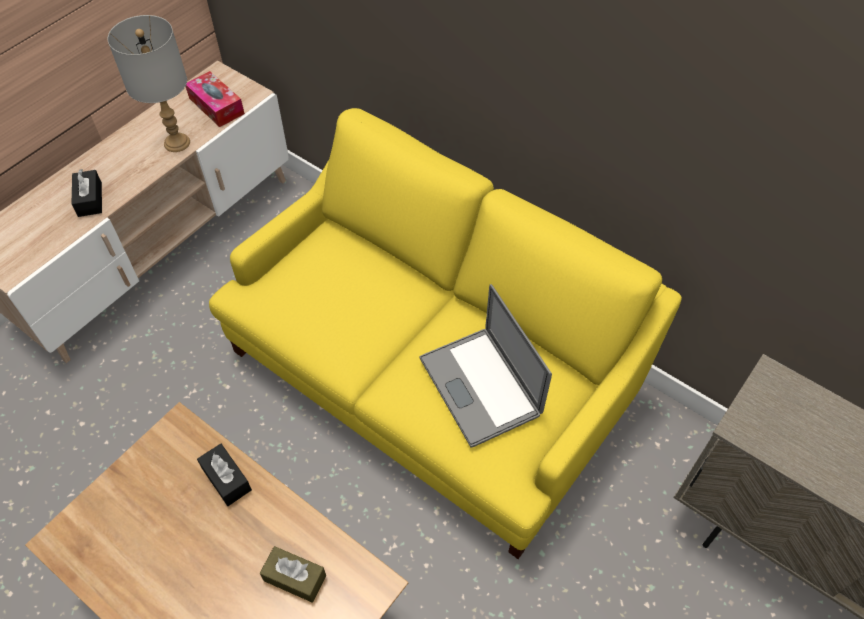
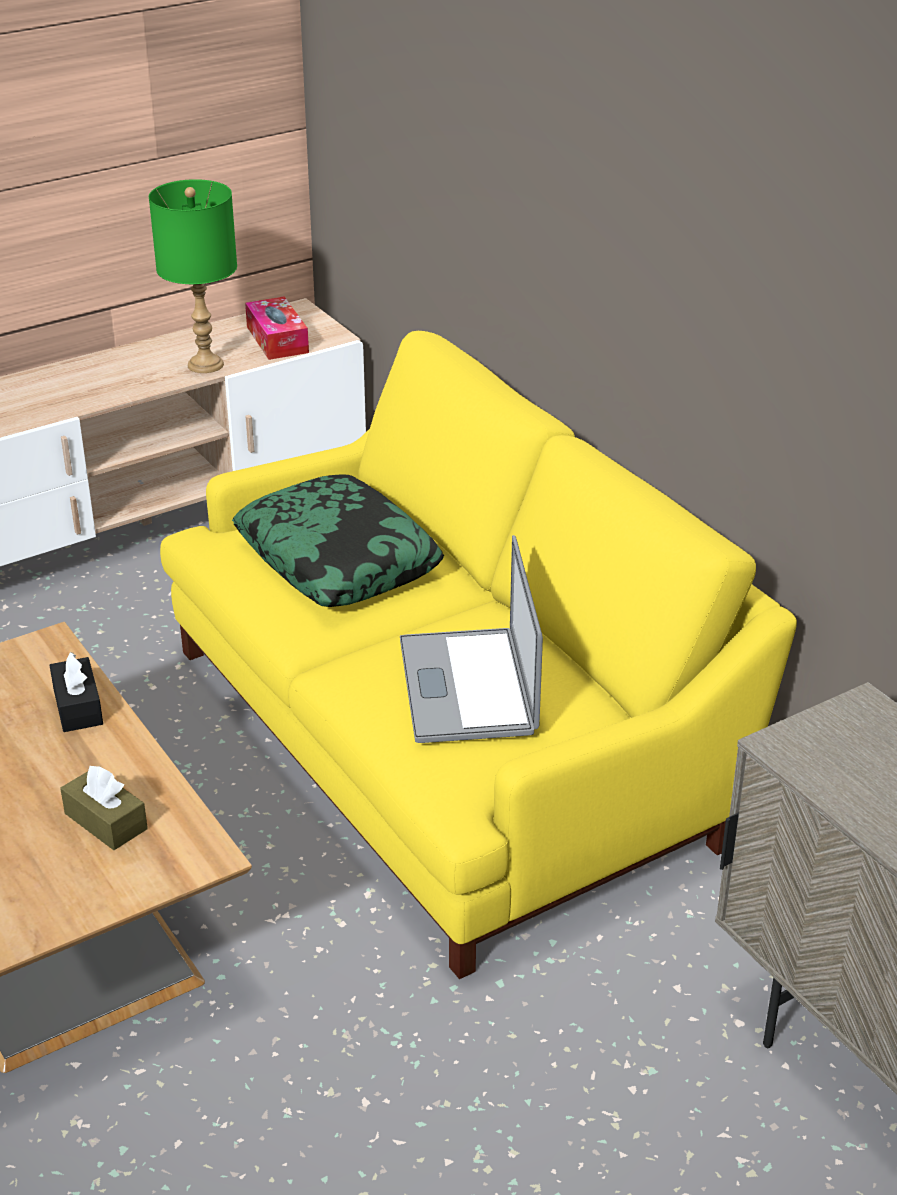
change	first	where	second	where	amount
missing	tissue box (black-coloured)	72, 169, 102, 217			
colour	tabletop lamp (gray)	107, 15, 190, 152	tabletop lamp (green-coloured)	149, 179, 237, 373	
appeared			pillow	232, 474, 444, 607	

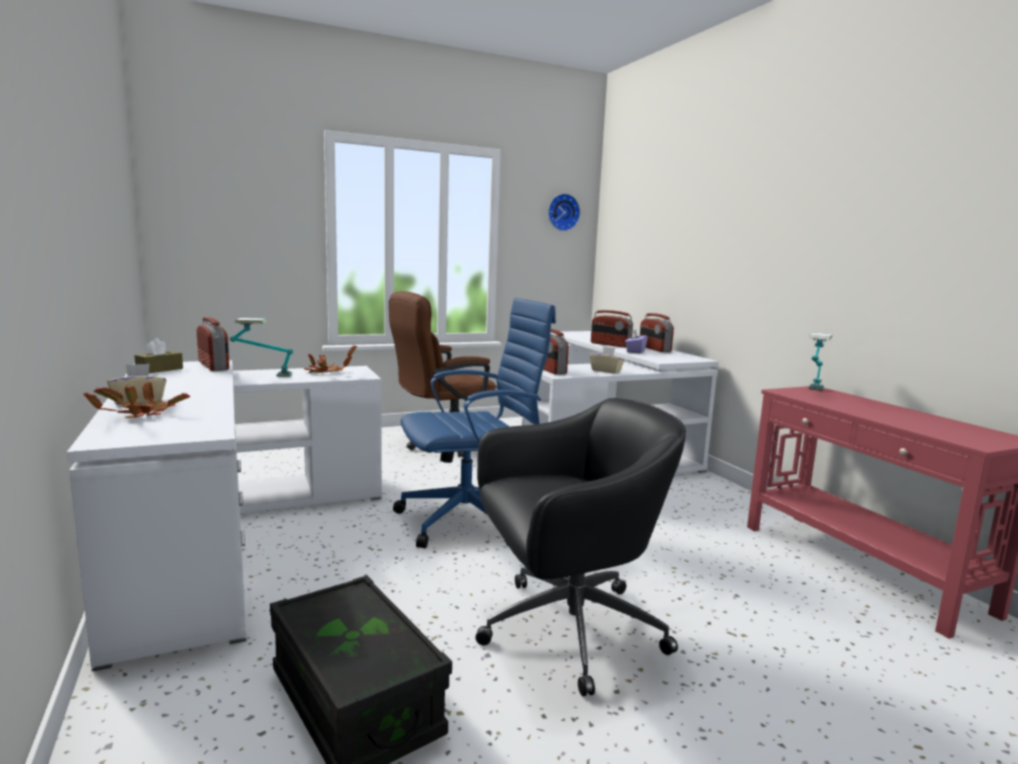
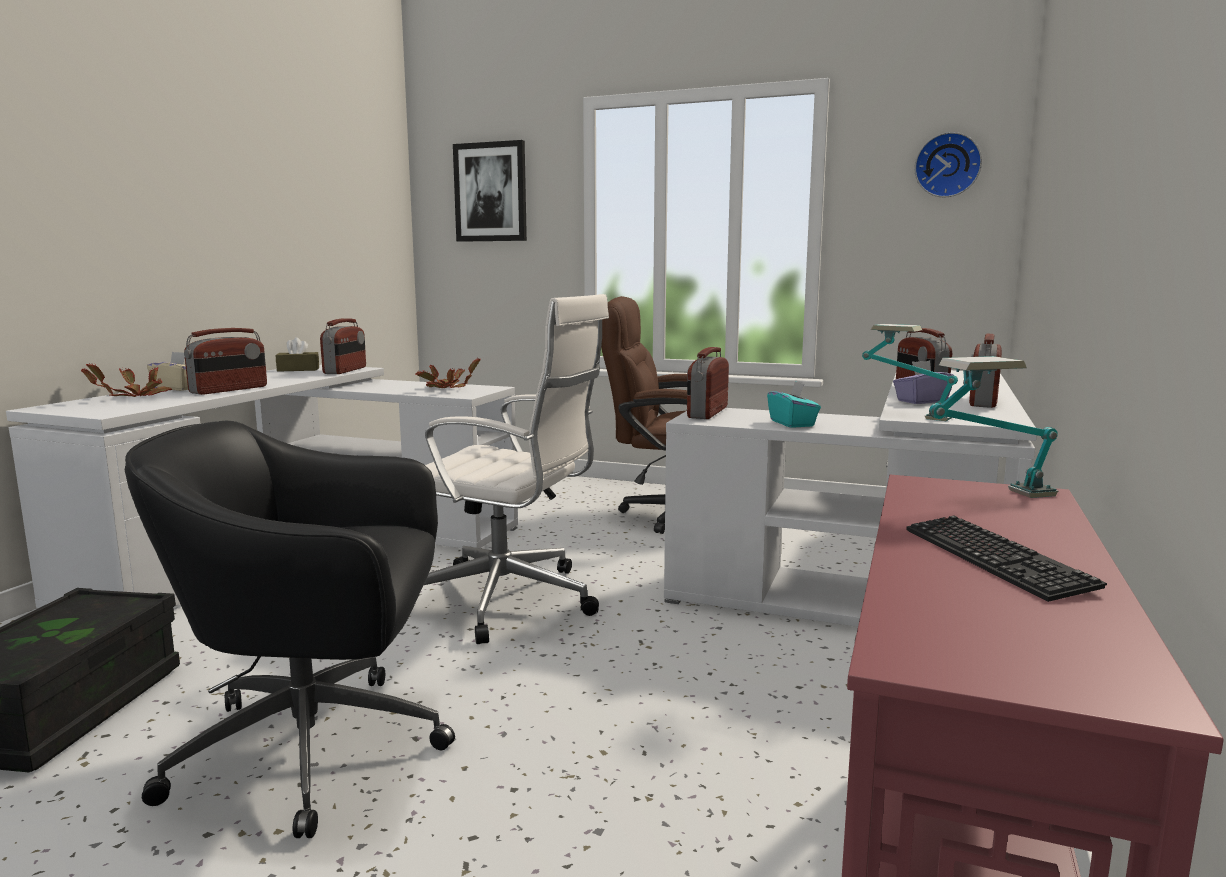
change	first	where	second	where	amount
relocated	tabletop lamp	230, 318, 293, 377		862, 324, 958, 421	
colour	office chair (blue-coloured)	393, 298, 556, 548	office chair (white)	424, 294, 609, 644	
spun	office chair (black-coloured)	475, 398, 686, 696		125, 421, 455, 838	150 degrees clockwise
colour	tissue box (beige)	590, 346, 625, 373	tissue box (turquoise-coloured)	767, 381, 821, 428	
appeared			radio set	184, 328, 267, 395	
appeared			wall picture	453, 140, 527, 242	
appeared			PC keyboard	906, 516, 1107, 602	

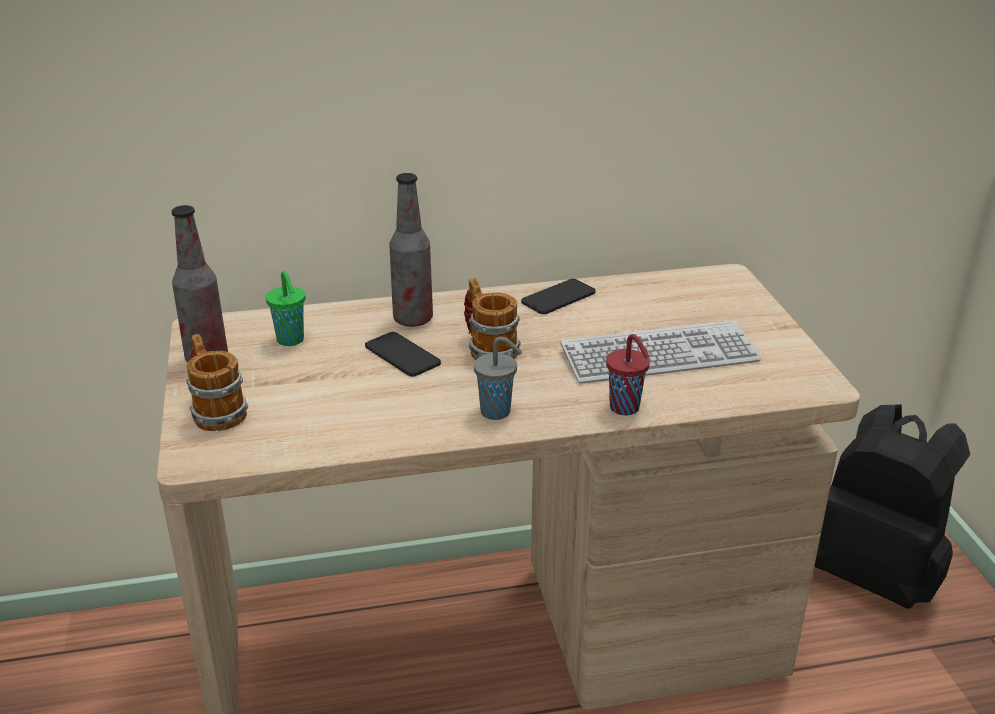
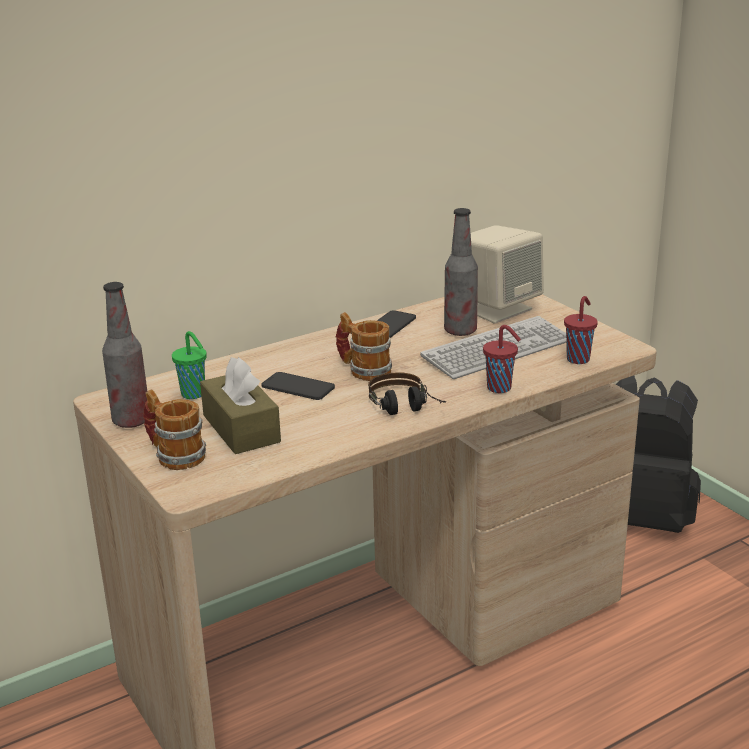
change	first	where	second	where	amount
relocated	beverage bottle	389, 173, 433, 327		444, 208, 478, 336	
exchanged	cup (gray)	474, 337, 522, 420	headphones	368, 372, 446, 415	
appeared			tissue box (brown-coloured)	200, 357, 281, 454	
appeared			loudspeaker (beige)	471, 225, 544, 324	
appeared			cup (red-coloured)	564, 296, 598, 364	

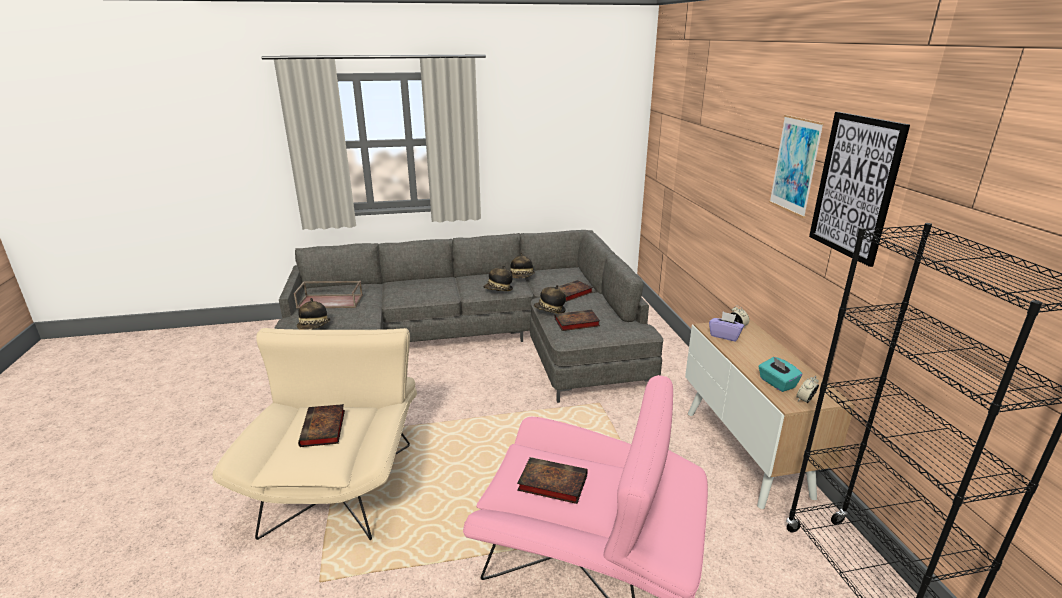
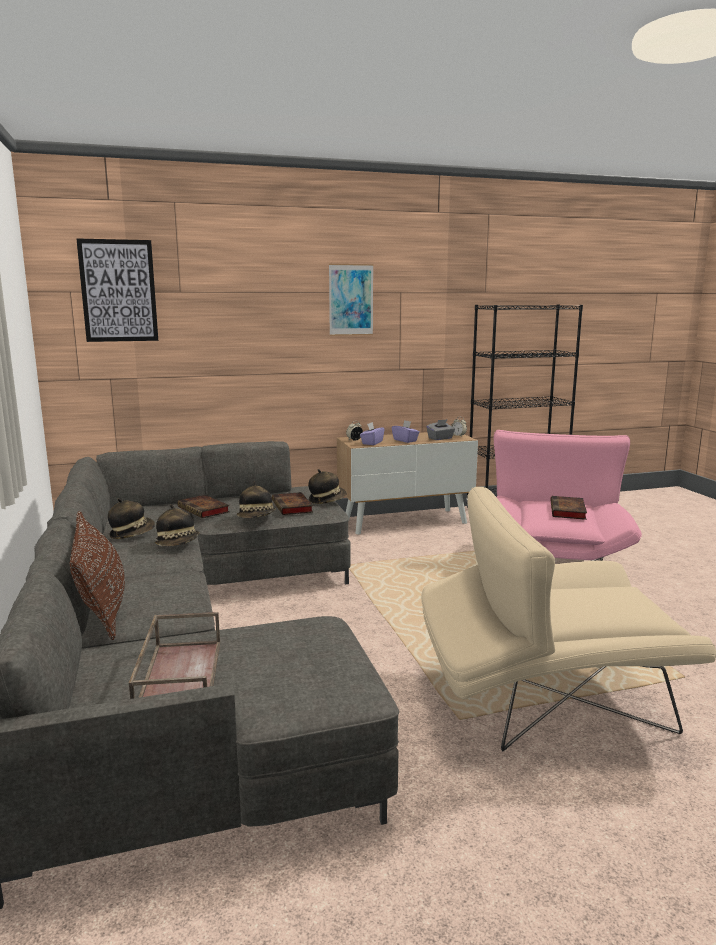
change	first	where	second	where	amount
relocated	wearable hat	297, 298, 331, 330		308, 469, 347, 504	
missing	bound book	298, 404, 345, 447			
colour	tissue box (turquoise-coloured)	758, 357, 803, 392	tissue box (gray)	426, 419, 455, 440	
relocated	wall picture	809, 112, 910, 267		76, 238, 158, 342	
appeared			pillow (brown-coloured)	70, 511, 125, 640	
appeared			tissue box (purple)	392, 420, 420, 443	

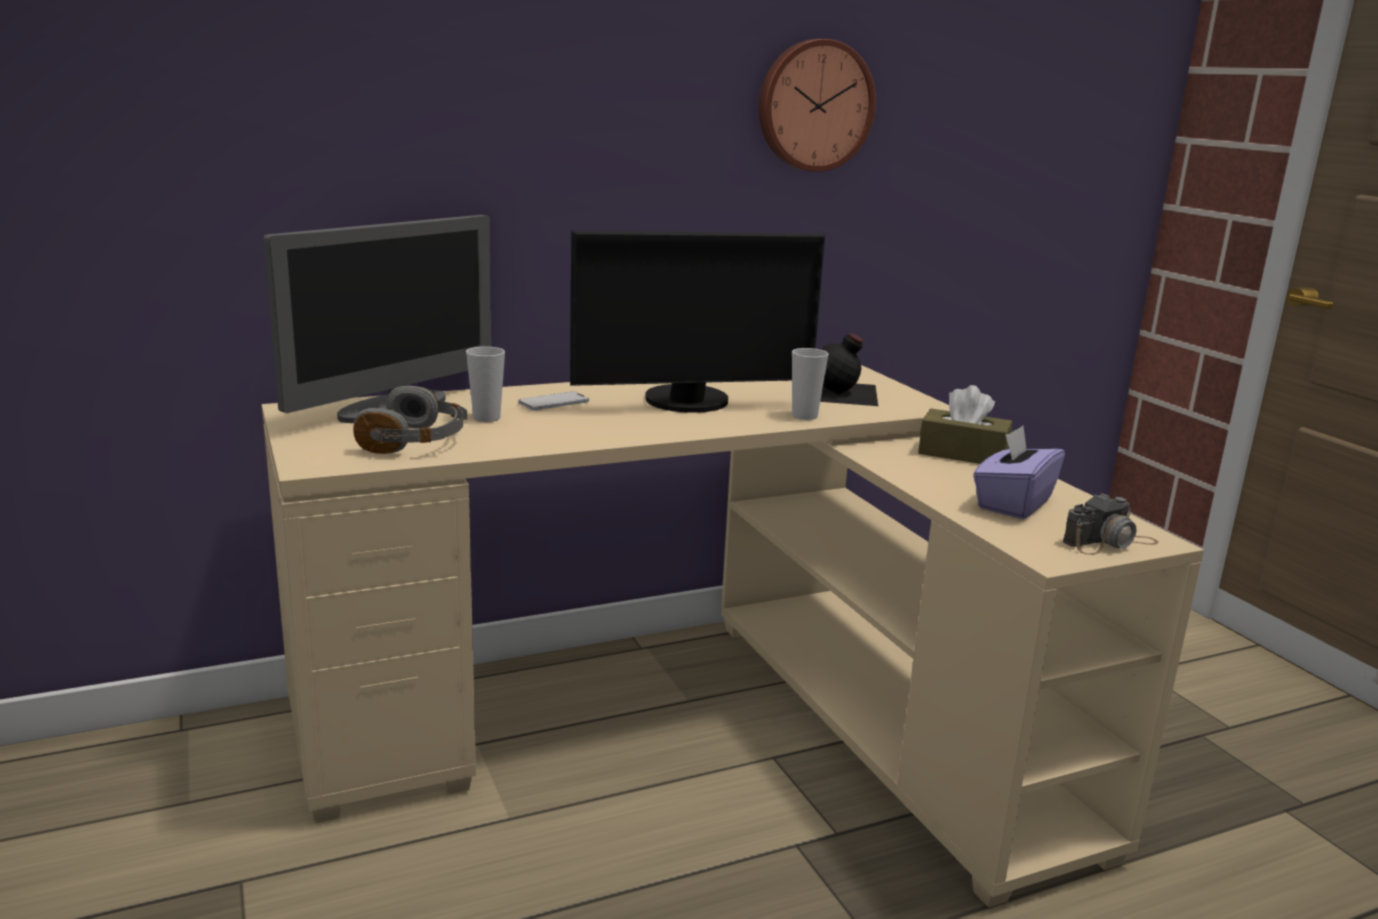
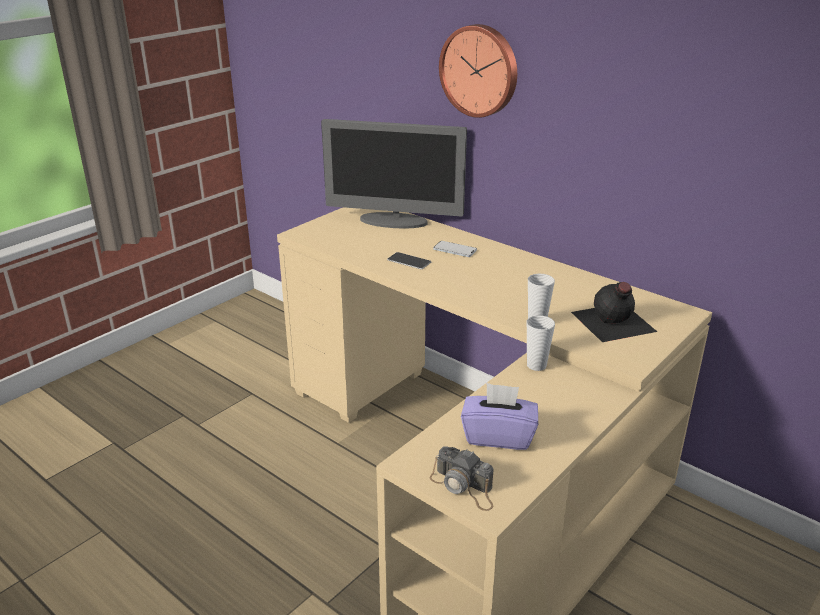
change	first	where	second	where	amount
missing	headphones (gray)	353, 386, 467, 454			
relocated	cup	466, 347, 505, 422		527, 315, 555, 371	
missing	monitor	570, 231, 825, 413			
relocated	wall clock	759, 39, 876, 172		439, 24, 517, 118	
missing	tissue box (brown-coloured)	918, 385, 1013, 464			
appeared			telephone	387, 252, 431, 269	

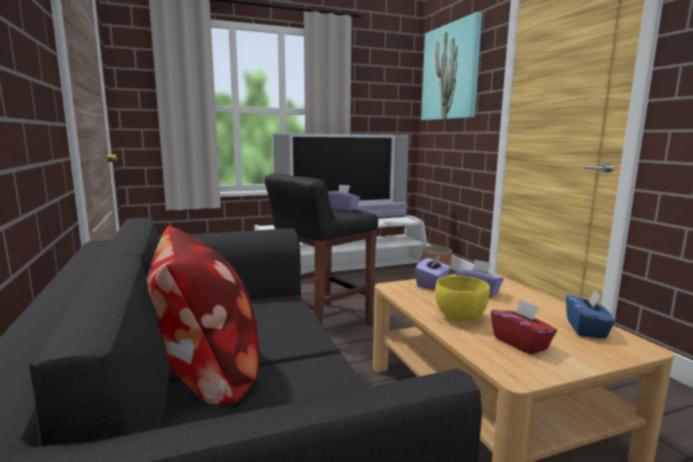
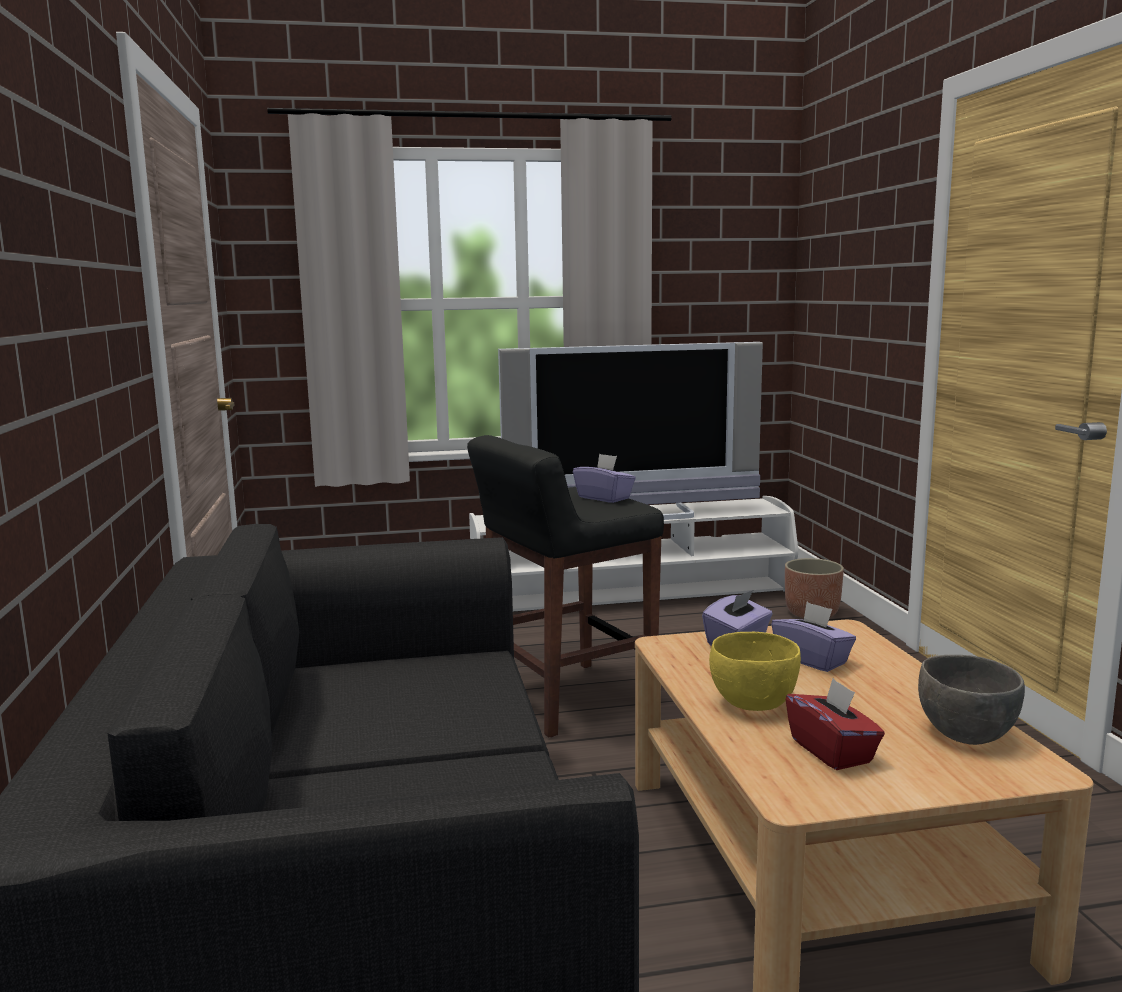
change	first	where	second	where	amount
missing	pillow	146, 226, 259, 404			
missing	wall picture	421, 12, 482, 120			
exchanged	tissue box (blue-coloured)	566, 290, 615, 339	serving bowl (gray)	918, 655, 1025, 745	

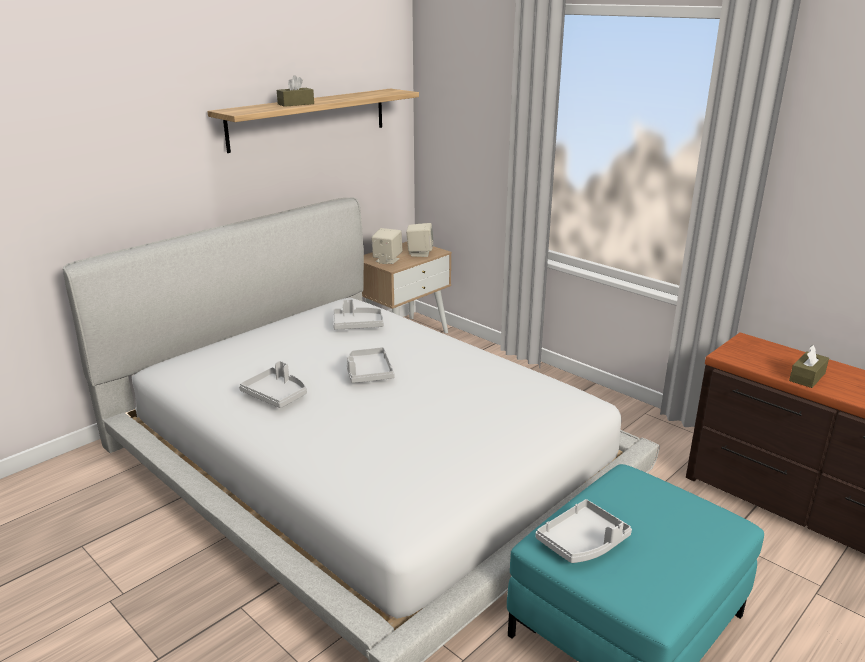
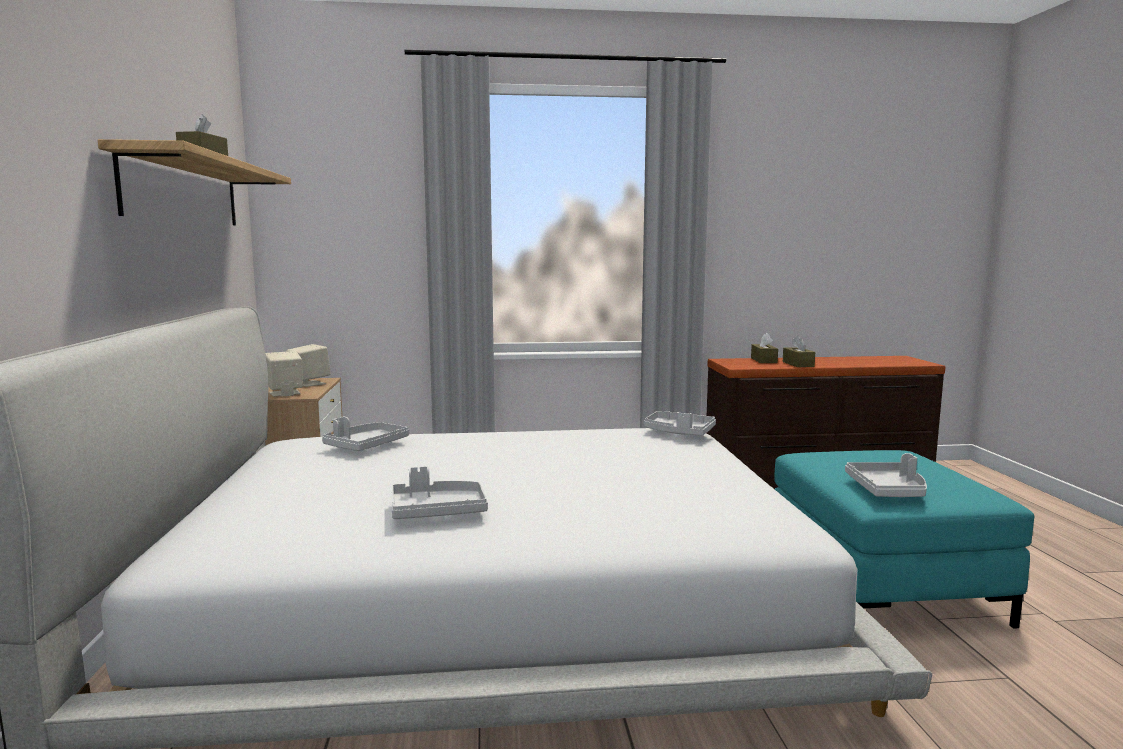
change	first	where	second	where	amount
relocated	carrying tray (gray)	347, 347, 395, 383		644, 411, 716, 436	
appeared			tissue box (brown-coloured)	751, 333, 778, 363	

